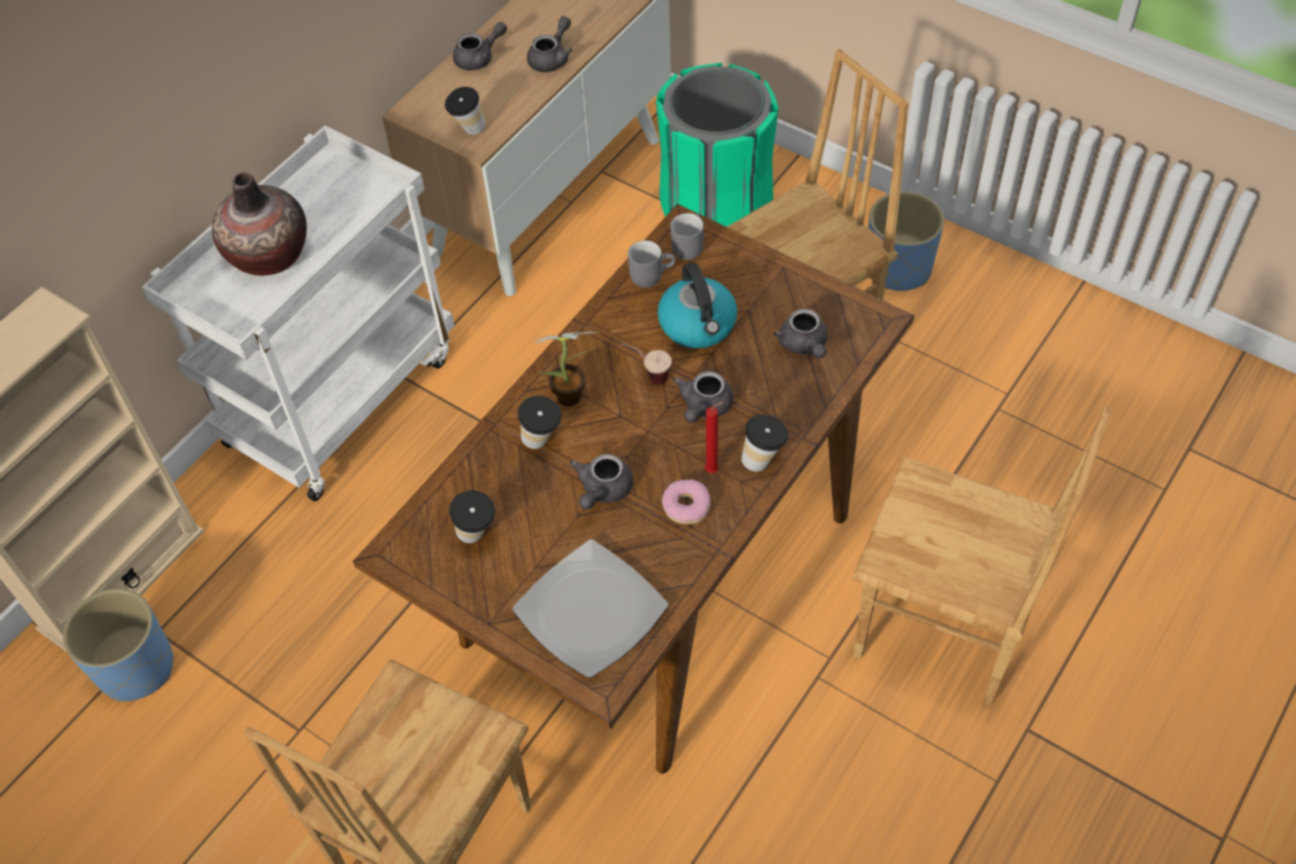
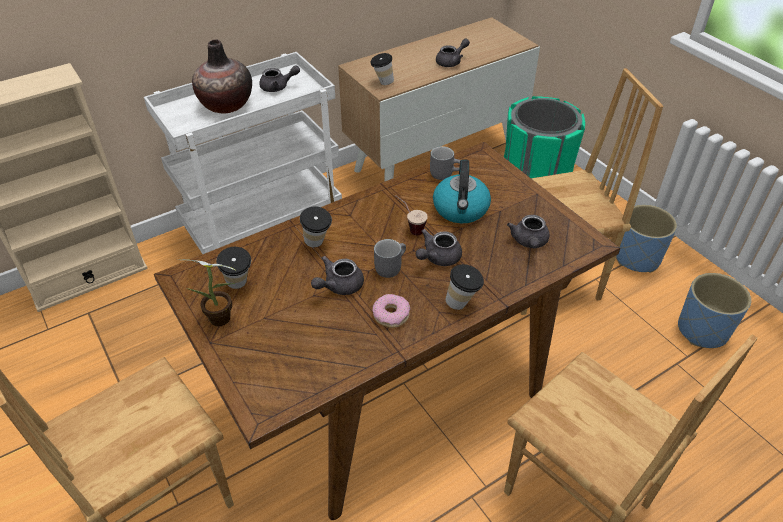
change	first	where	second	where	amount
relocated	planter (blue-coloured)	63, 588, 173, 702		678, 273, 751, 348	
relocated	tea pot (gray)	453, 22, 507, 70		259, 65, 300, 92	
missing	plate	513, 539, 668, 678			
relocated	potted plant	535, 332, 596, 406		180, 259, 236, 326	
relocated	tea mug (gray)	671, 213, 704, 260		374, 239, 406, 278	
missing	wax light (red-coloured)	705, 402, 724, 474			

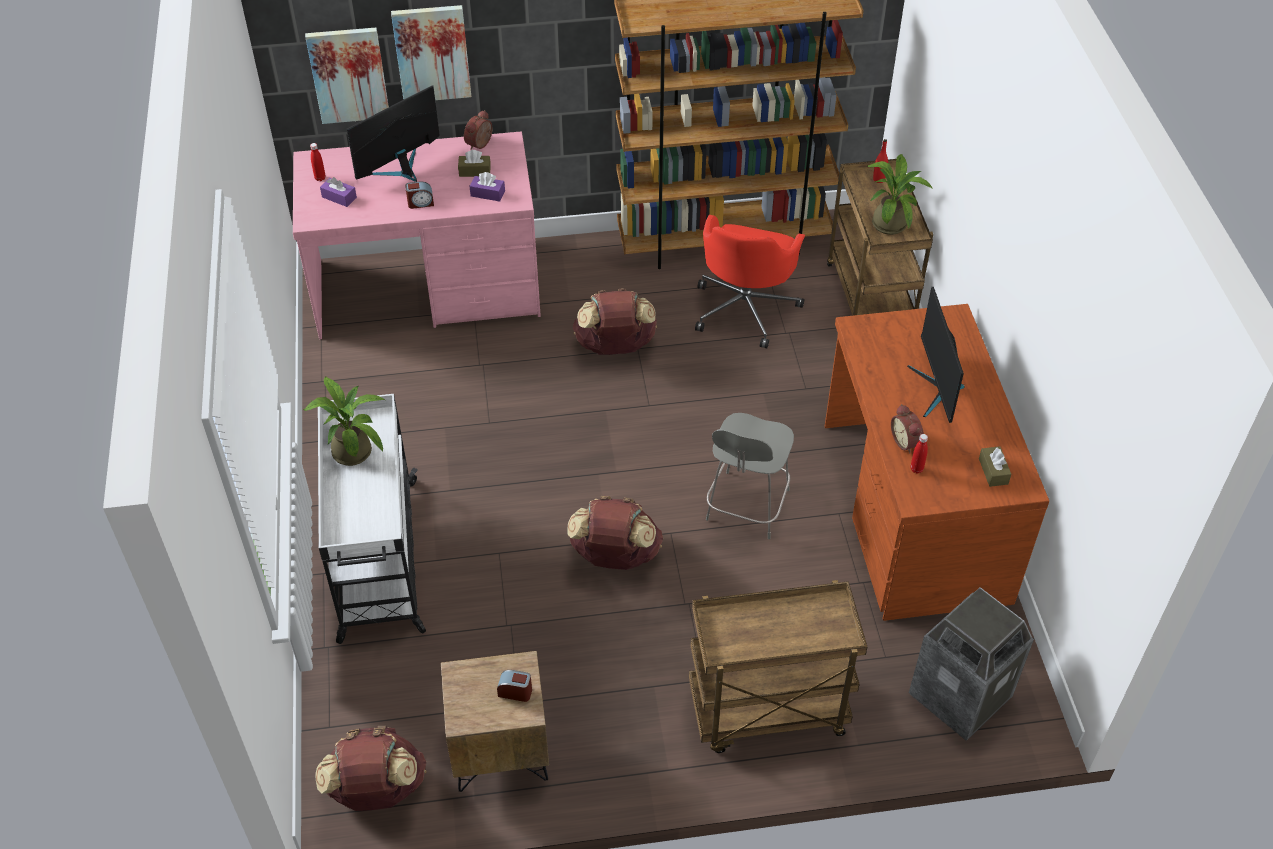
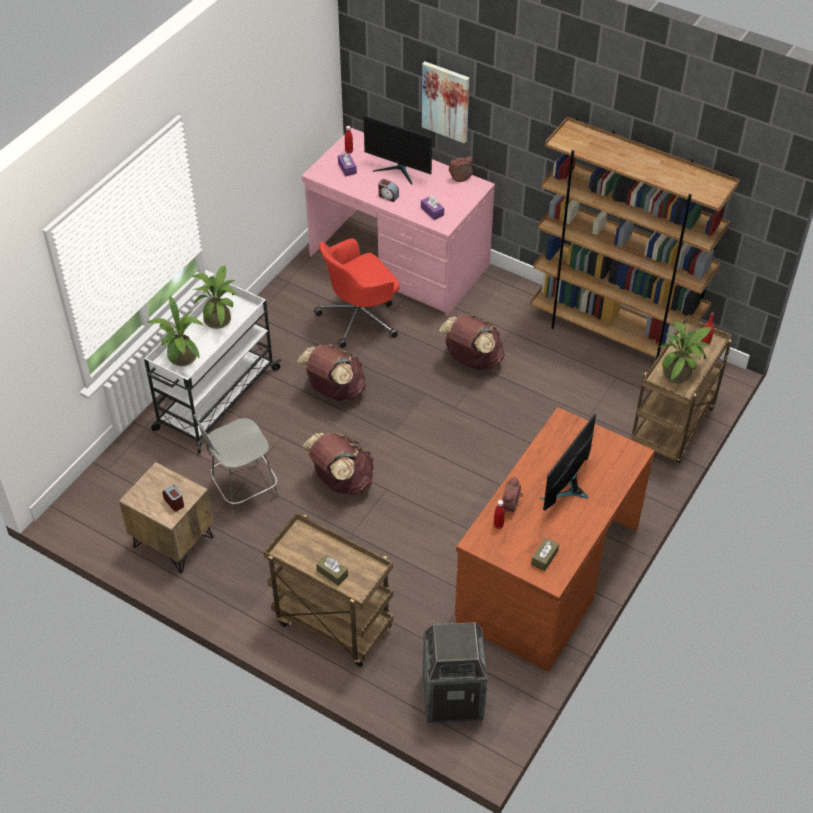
change	first	where	second	where	amount
missing	wall picture	305, 28, 389, 124			
relocated	backpack (brown-coloured)	315, 726, 427, 811		297, 345, 366, 401	
spun	monitor	347, 85, 440, 182		364, 115, 432, 185	150 degrees counterclockwise
relocated	tissue box (brown-coloured)	458, 150, 491, 177		316, 554, 348, 586	
relocated	office chair (red-coloured)	695, 215, 805, 348		314, 238, 400, 348	
relocated	stool seat (gray)	706, 413, 794, 539		193, 414, 279, 516	
appeared			potted plant	148, 296, 204, 366	

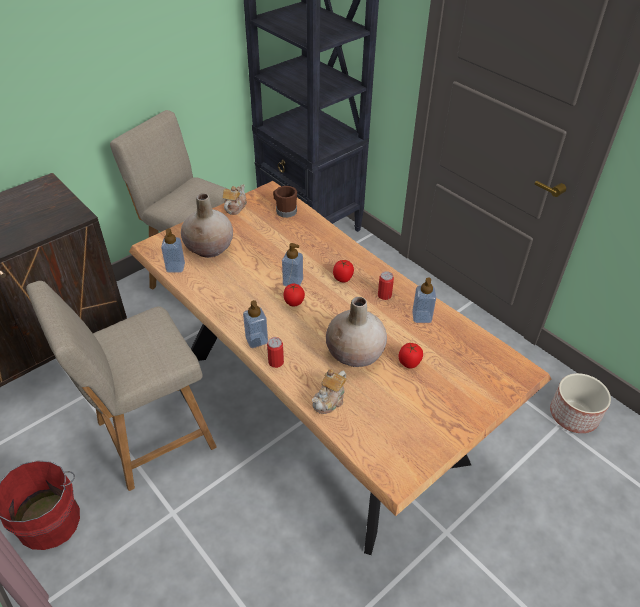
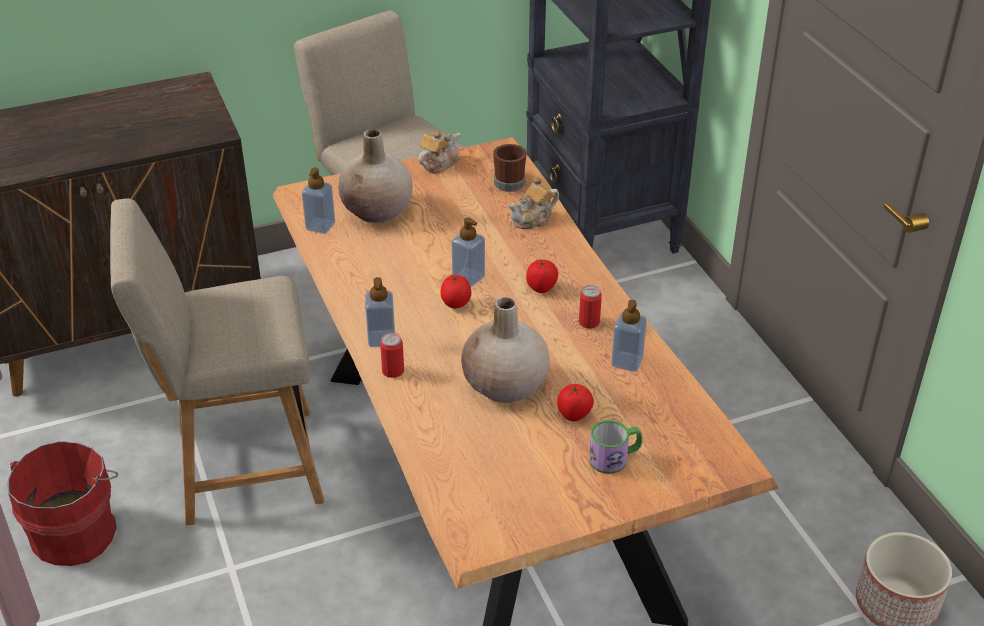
change	first	where	second	where	amount
relocated	tea pot	312, 369, 346, 414		508, 177, 559, 229	
appeared			tea mug	589, 420, 642, 474	

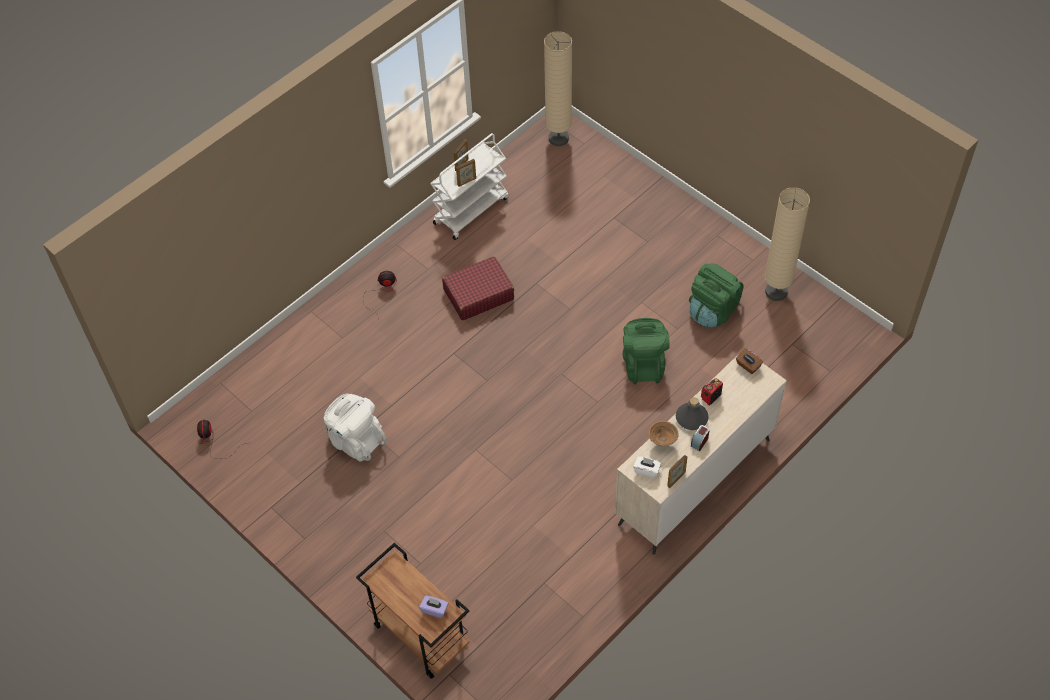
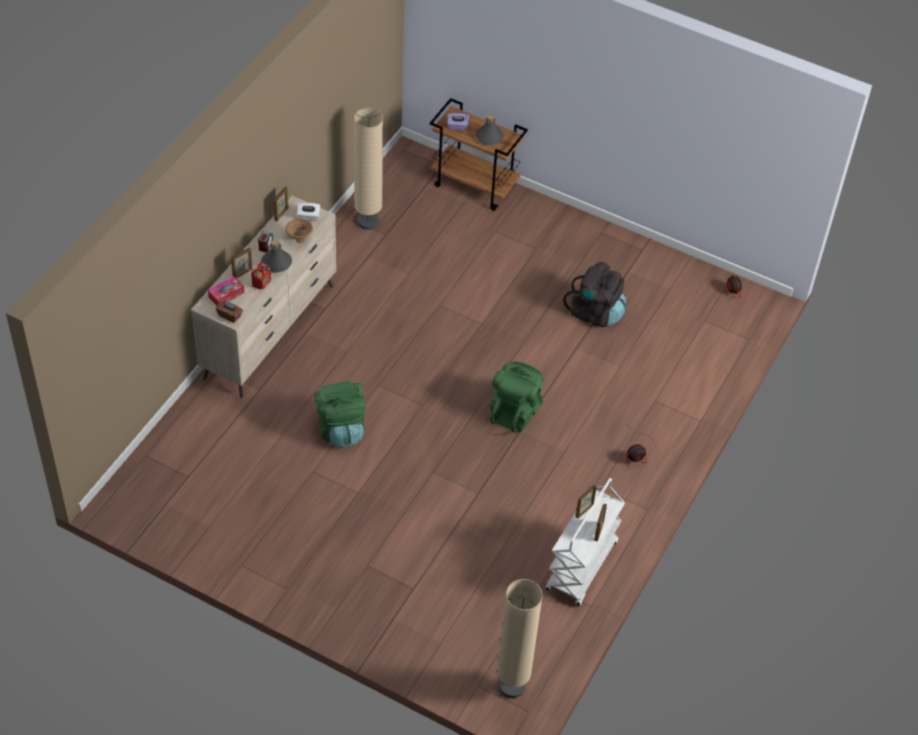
change	first	where	second	where	amount
colour	backpack (white)	324, 393, 387, 462	backpack (black-coloured)	563, 262, 626, 327	
missing	piece of luggage (red-coloured)	442, 256, 514, 320			
relocated	backpack (green-coloured)	689, 263, 744, 328		490, 362, 543, 433	
relocated	standard lamp (beige)	765, 187, 810, 301		354, 108, 383, 230	
appeared			tissue box	208, 276, 244, 306	
appeared			picture frame	231, 247, 253, 278	
appeared			beverage bottle (gray)	476, 115, 504, 145	

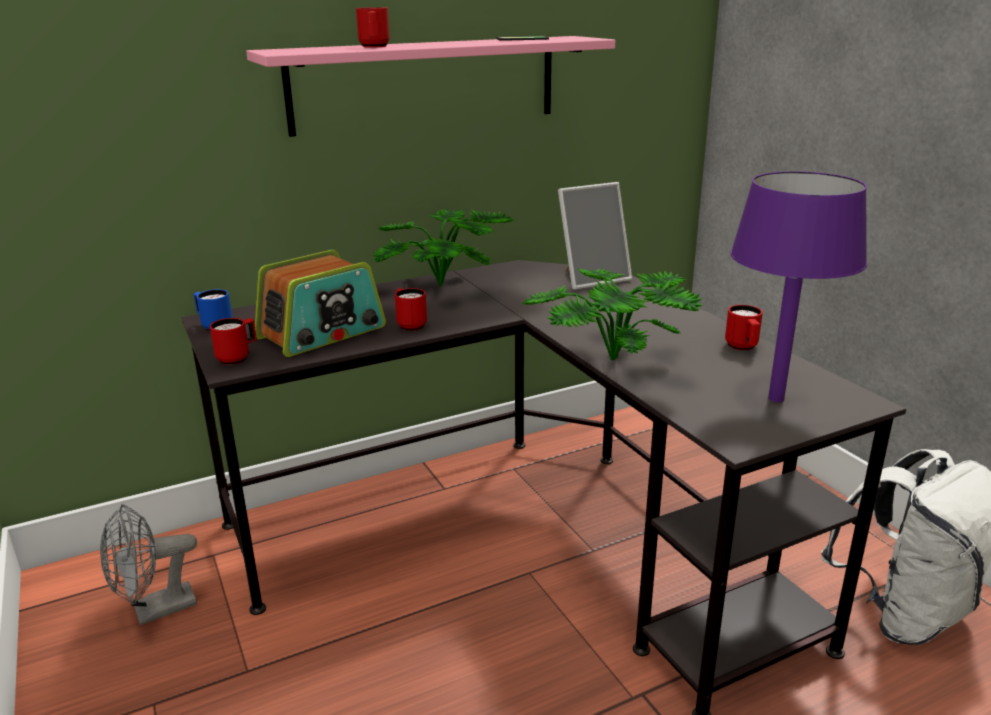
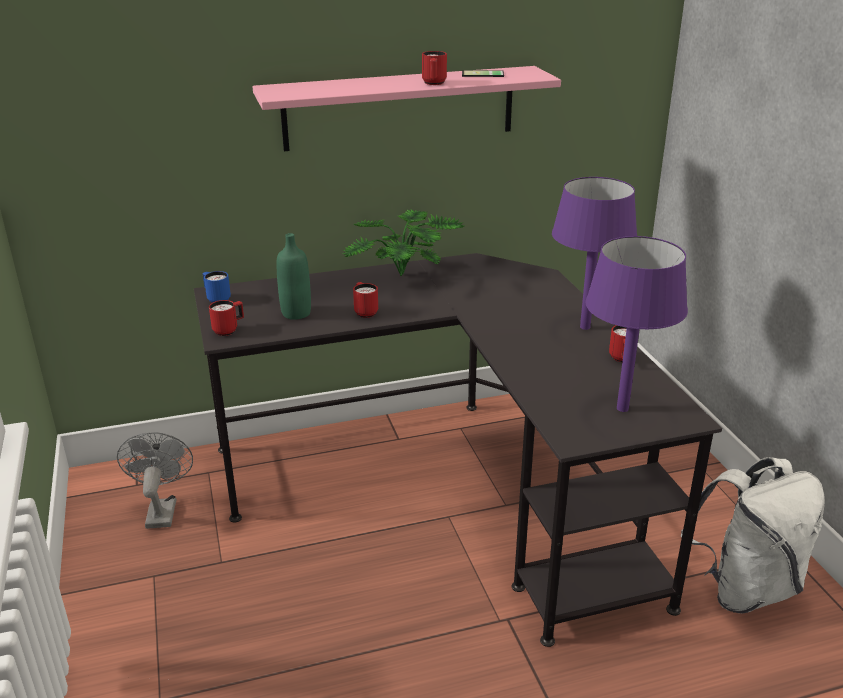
change	first	where	second	where	amount
spun	electric fan (gray)	100, 504, 197, 625		117, 432, 193, 529	105 degrees clockwise
exchanged	radio set	255, 250, 386, 357	beverage bottle (green-coloured)	277, 233, 311, 320	
relocated	tea mug (red-coloured)	356, 7, 389, 47		422, 51, 447, 85	
missing	potted plant	522, 268, 703, 360			
missing	picture frame	558, 182, 632, 290			
appeared			tabletop lamp (purple)	552, 177, 637, 330	

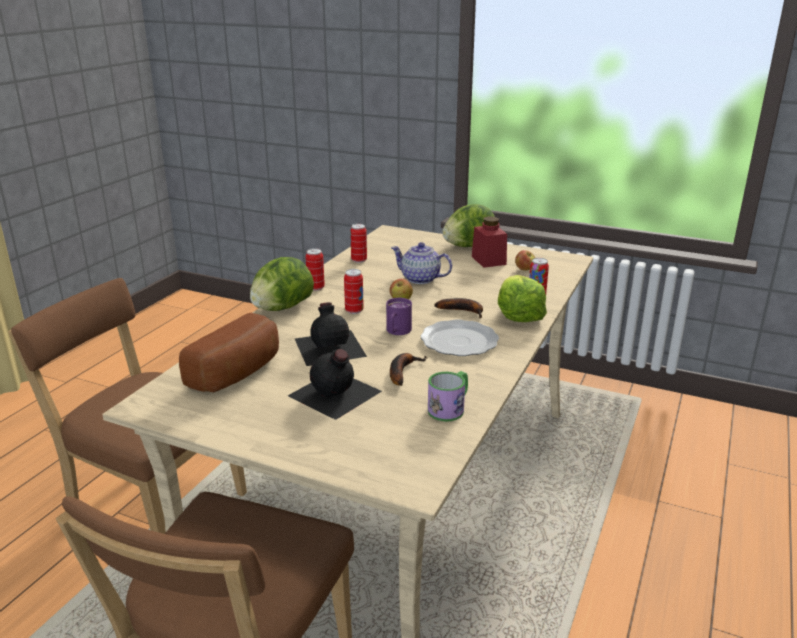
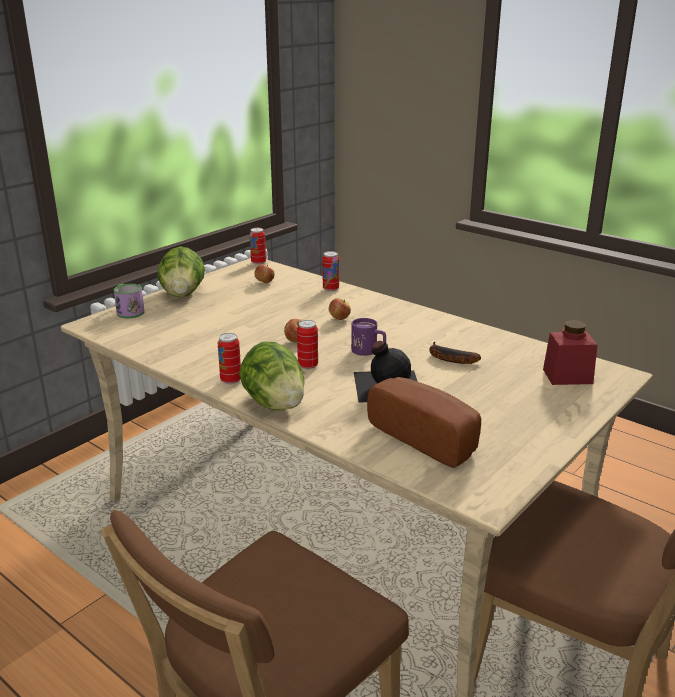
change	first	where	second	where	amount
missing	beverage bottle (black-coloured)	288, 349, 382, 420			
relocated	can	350, 224, 367, 263		250, 228, 266, 265	
missing	tea pot	391, 242, 452, 284			
missing	plate	421, 320, 499, 356			
relocated	tea mug	428, 371, 468, 421		114, 284, 145, 319	
exchanged	banana	434, 298, 483, 319	whole apple	329, 298, 351, 320	
relocated	storage jar (red-coloured)	472, 217, 507, 268		543, 320, 597, 385	
missing	lettuce head	498, 275, 547, 322			

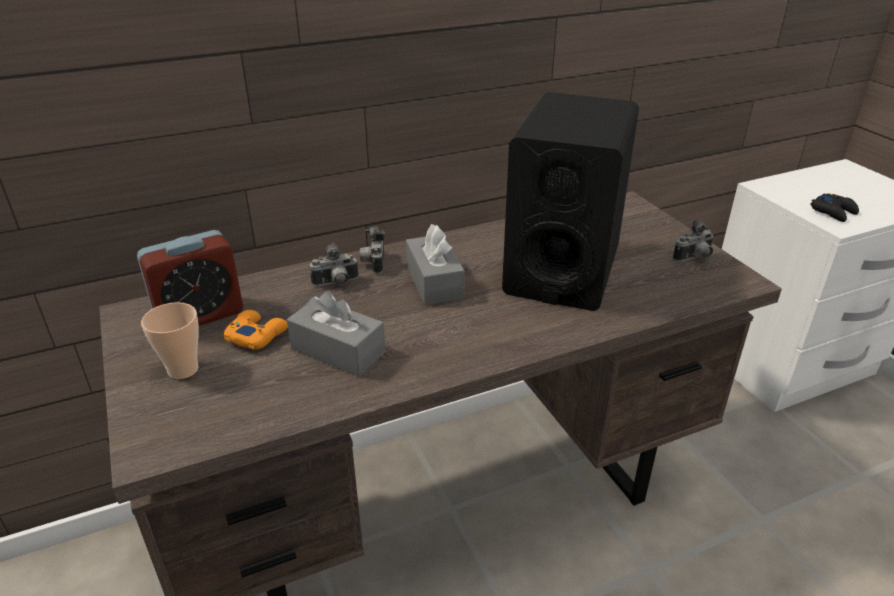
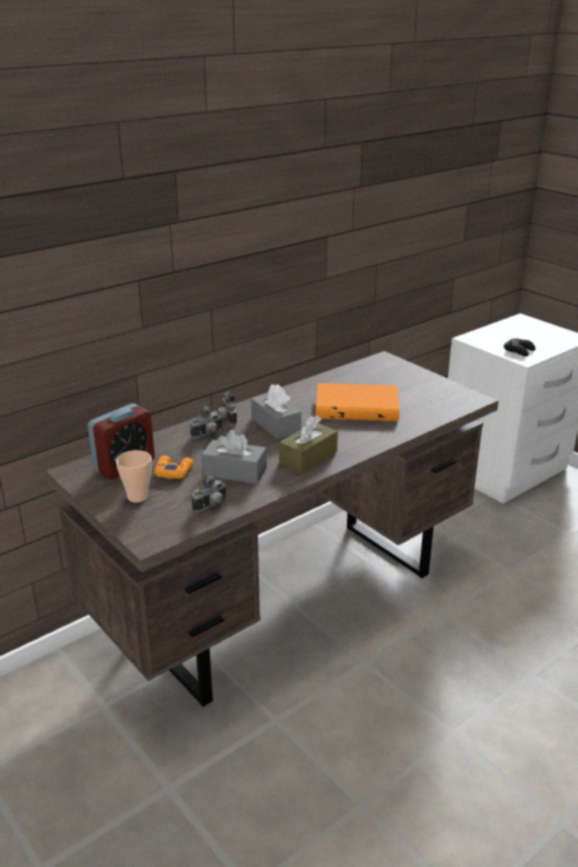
change	first	where	second	where	amount
exchanged	loudspeaker (black-coloured)	502, 92, 639, 311	bound book (orange)	316, 383, 400, 421	
relocated	still camera	673, 219, 714, 262		192, 473, 227, 512	
appeared			tissue box (brown-coloured)	279, 415, 338, 473	

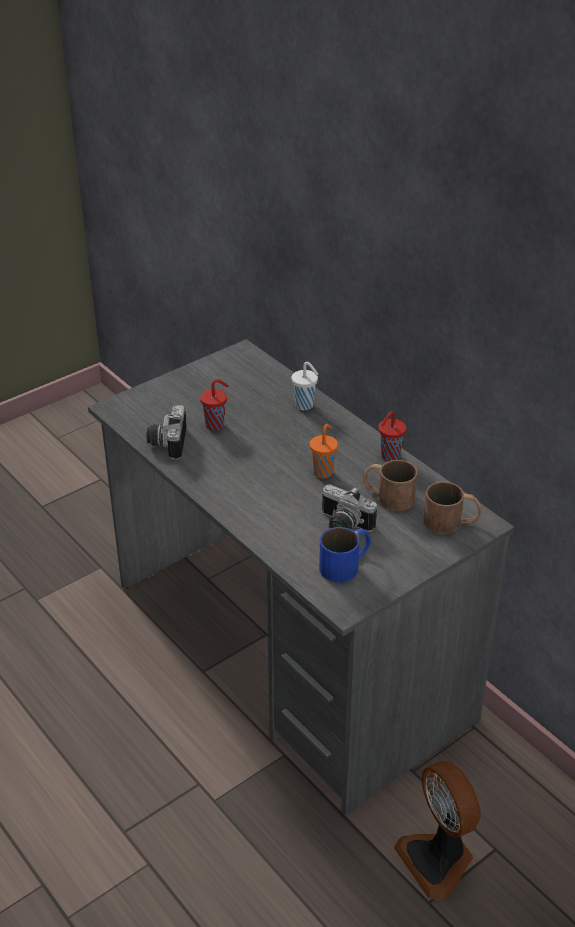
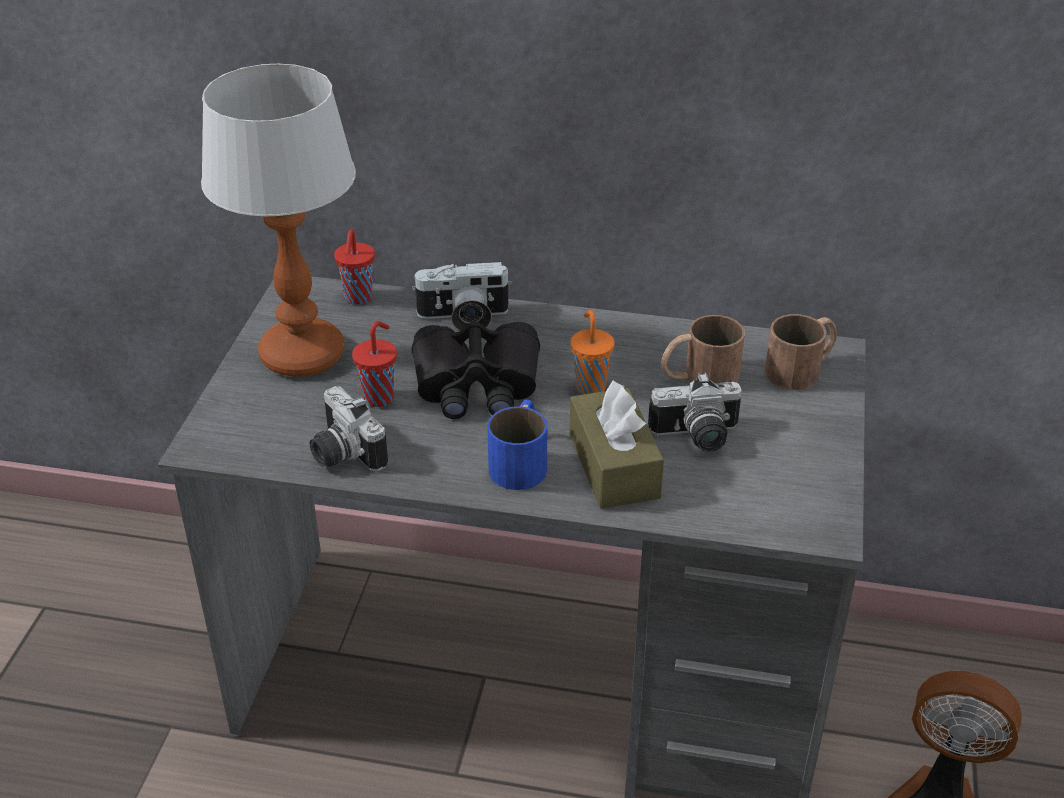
change	first	where	second	where	amount
exchanged	cup (white)	292, 362, 318, 410	still camera	412, 262, 512, 331	
relocated	tea mug (blue-coloured)	319, 527, 371, 582		487, 399, 547, 490	
relocated	cup (red-coloured)	378, 411, 406, 461		334, 229, 375, 304	
appeared			tabletop lamp	201, 64, 356, 377	
appeared			binoculars (black-coloured)	412, 322, 540, 419	
appeared			tissue box (brown-coloured)	570, 380, 664, 509	

